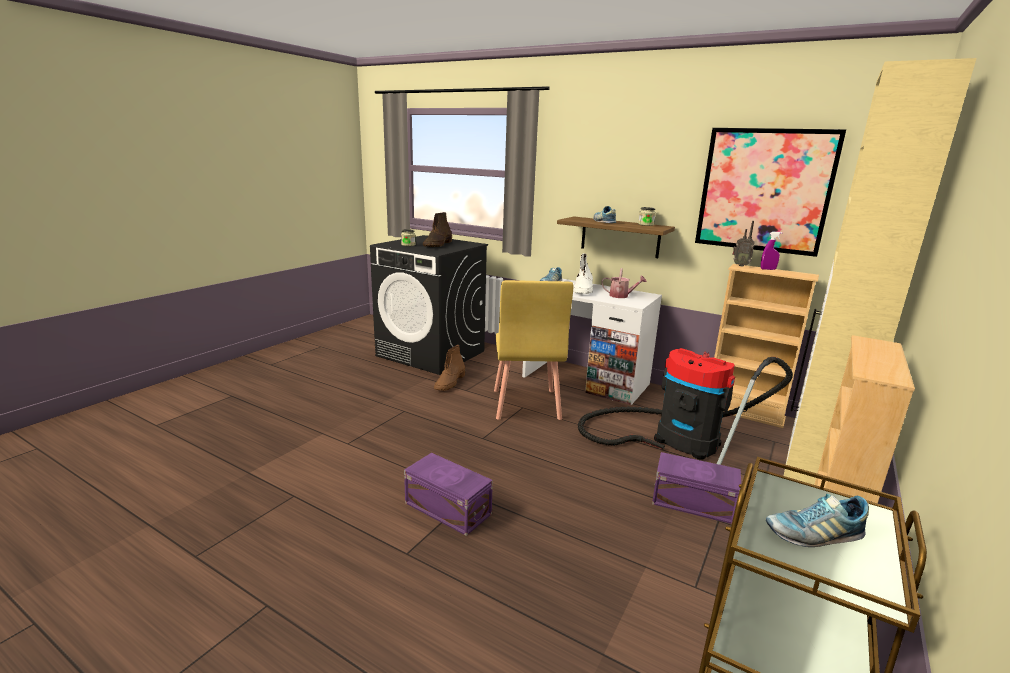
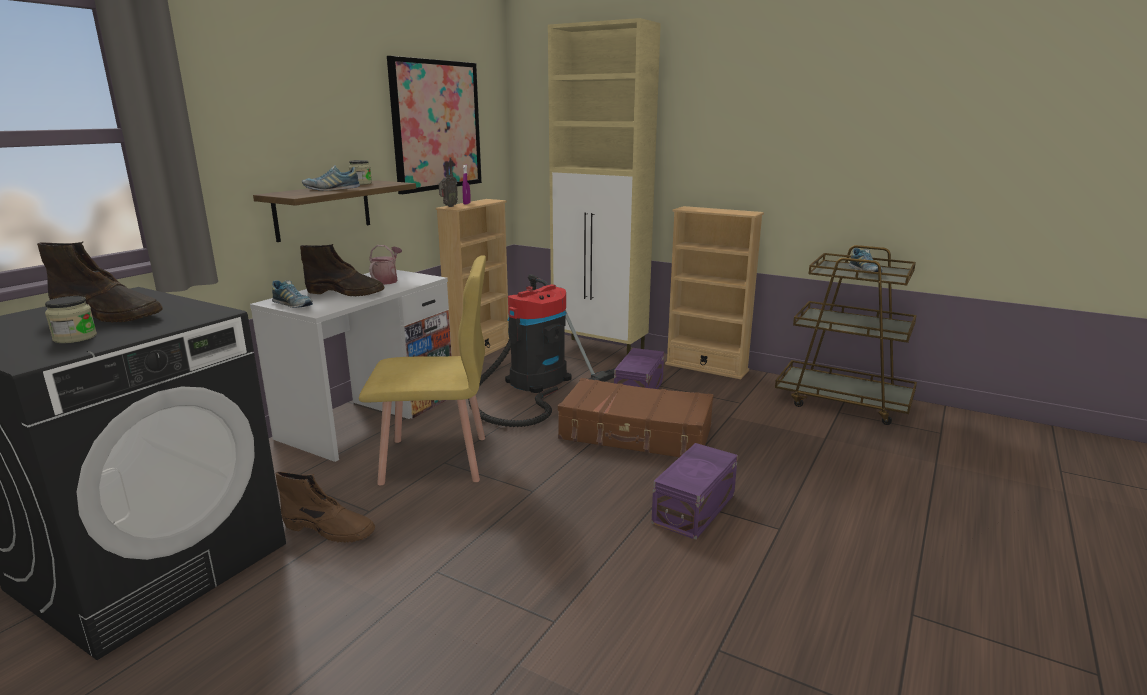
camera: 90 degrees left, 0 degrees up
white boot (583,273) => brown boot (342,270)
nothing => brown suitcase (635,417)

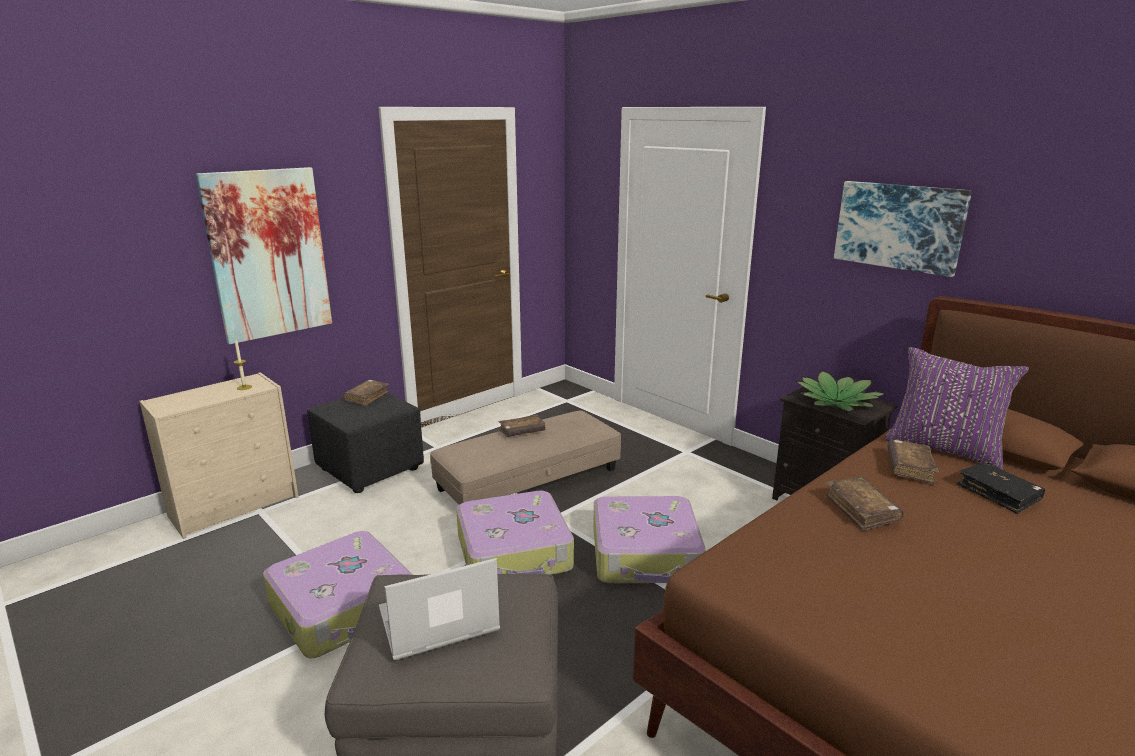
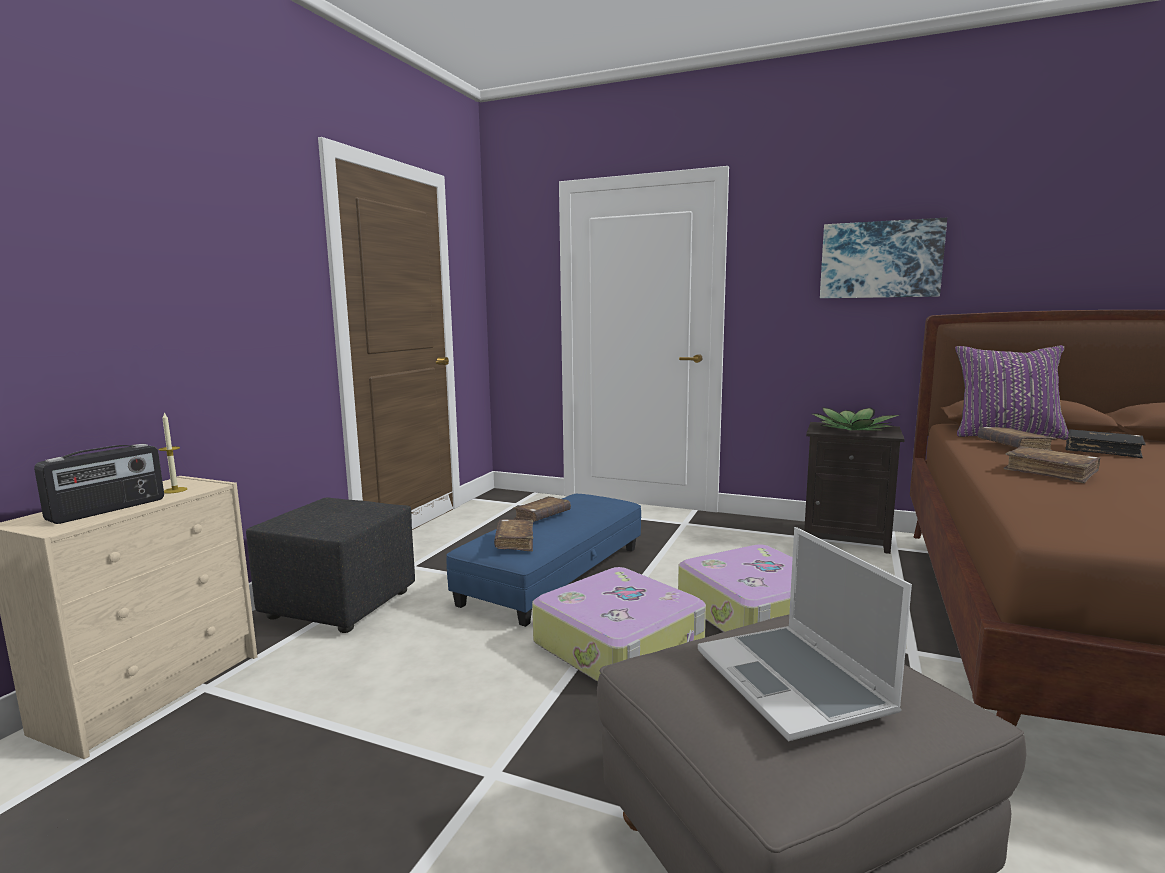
camera: 25 degrees left, 10 degrees down
picture (264,255) => nothing
brown book (366,393) => brown book (513,535), move
beige ottoman (525,458) => blue ottoman (543,560)
suitcase (337,595) => nothing
laptop (439,609) => laptop (805,634), 60 degrees counterclockwise
nothing => radio (99,484)

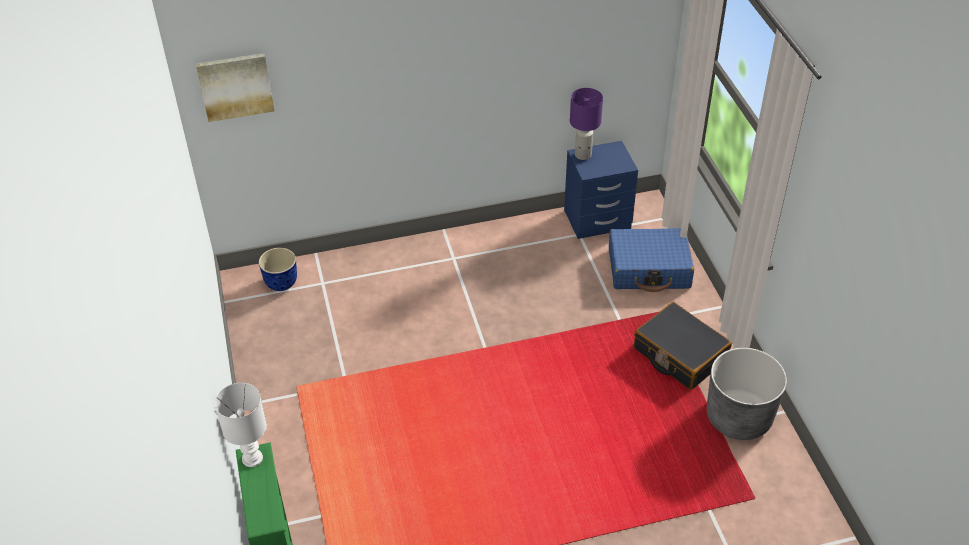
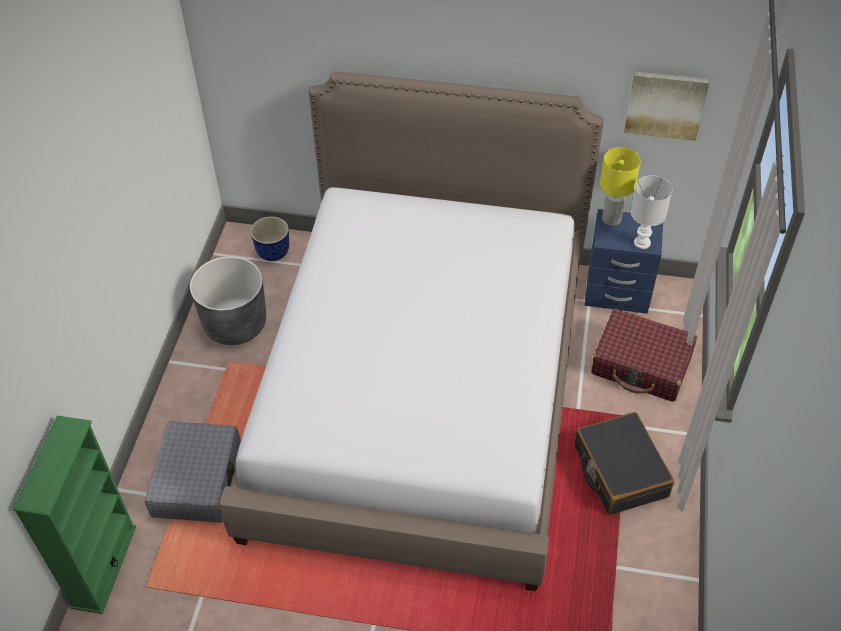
camera: 25 degrees right, 5 degrees up
picture (235,87) => picture (667,106), move
purple table lamp (586,124) => yellow table lamp (620,186)
blue suitcase (651,260) => red suitcase (644,355)
grey planter (747,394) => grey planter (228,300), move
white table lamp (241,425) => white table lamp (651,212), move
nothing => bed (412,331)
nothing => grey suitcase (193,472)

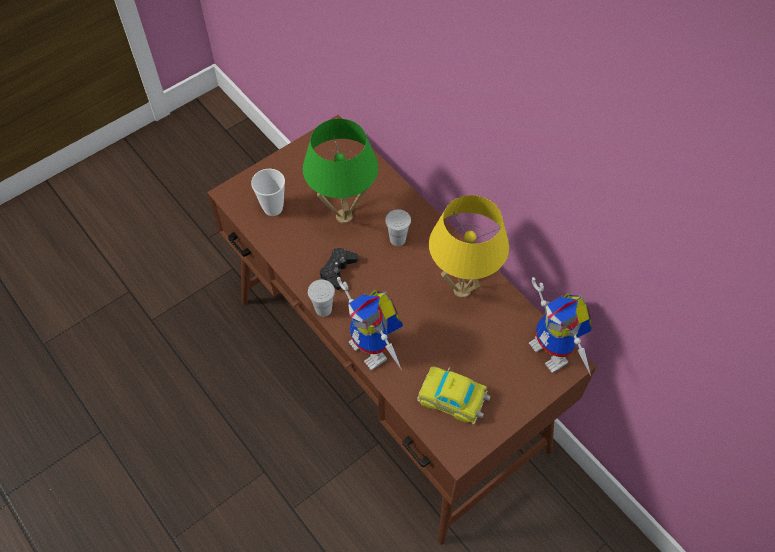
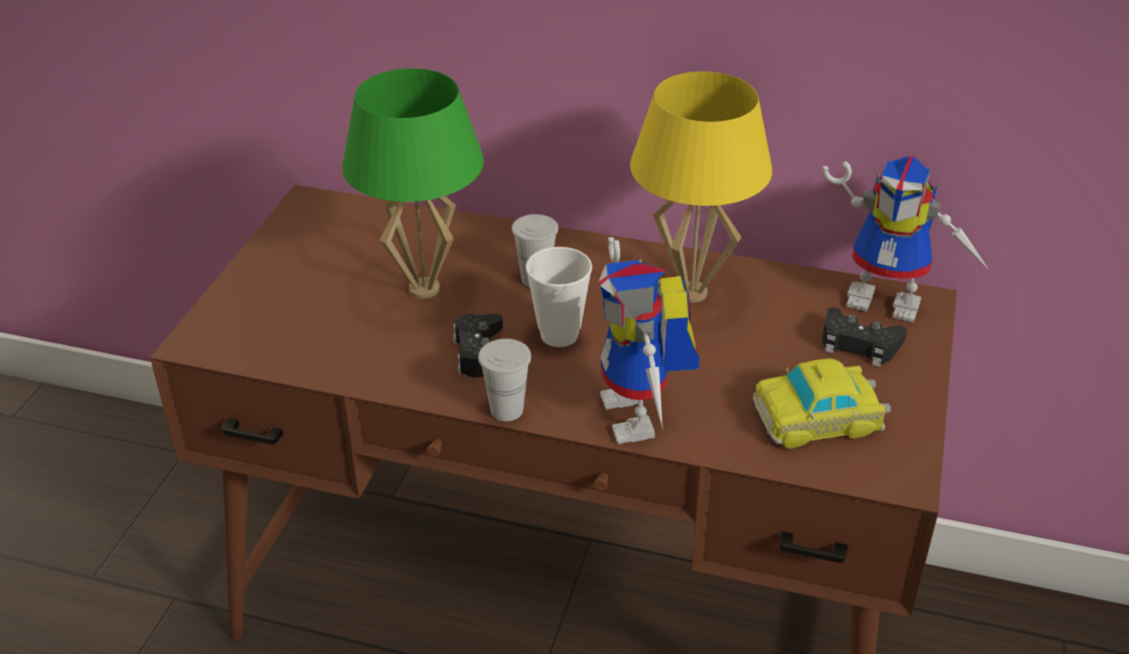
camera: 35 degrees left, 20 degrees down
cup (268,192) => cup (559,297), move
toy robot (370,324) => toy robot (649,340), 60 degrees clockwise
nothing => black game controller (864,337)

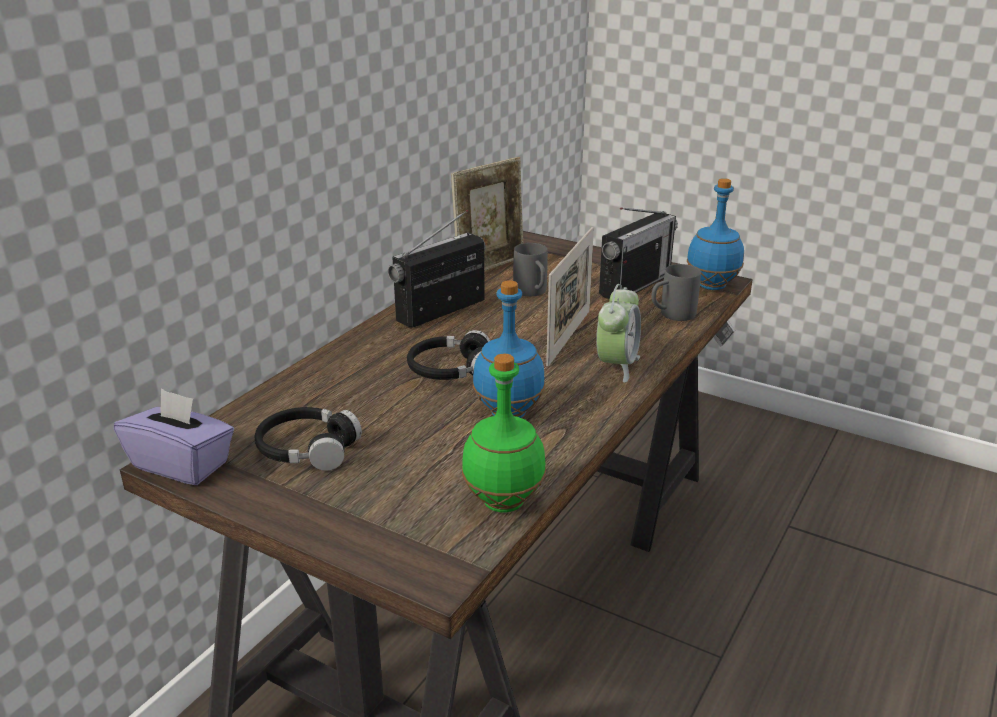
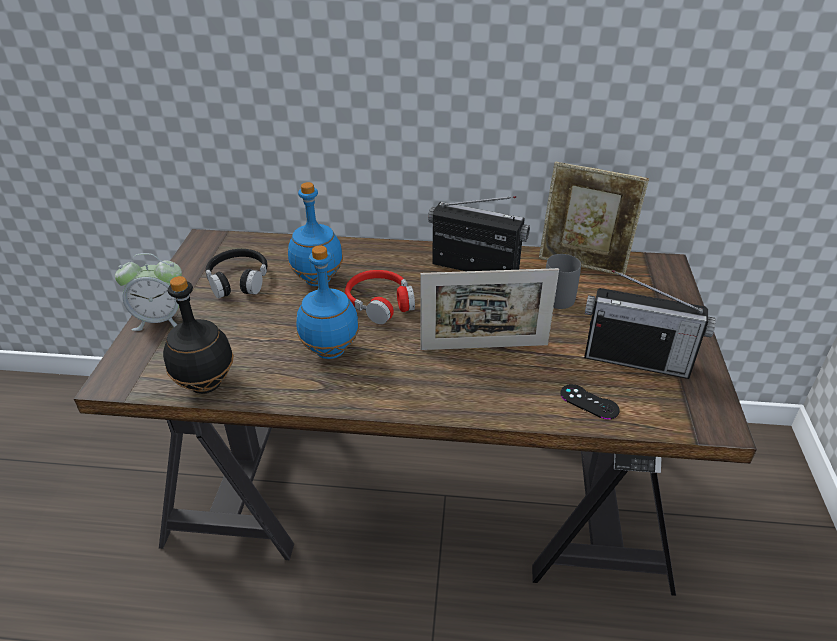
camera: 65 degrees right, 10 degrees up
blue bottle (715,234) => blue bottle (315,234), move
grey mug (676,292) => black game controller (590,401)
alarm clock (618,333) => alarm clock (148,292), move
black headphones (448,355) => red headphones (380,297)
green bottle (504,433) => black bottle (198,335)
purple tissue box (174,436) => nothing

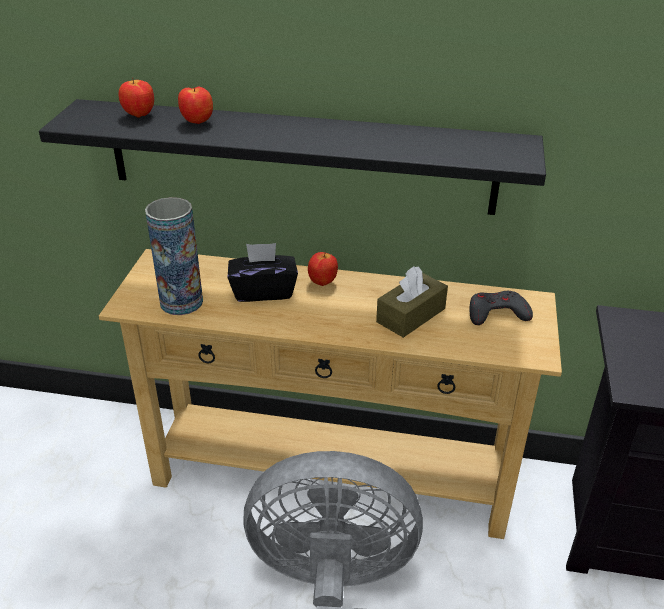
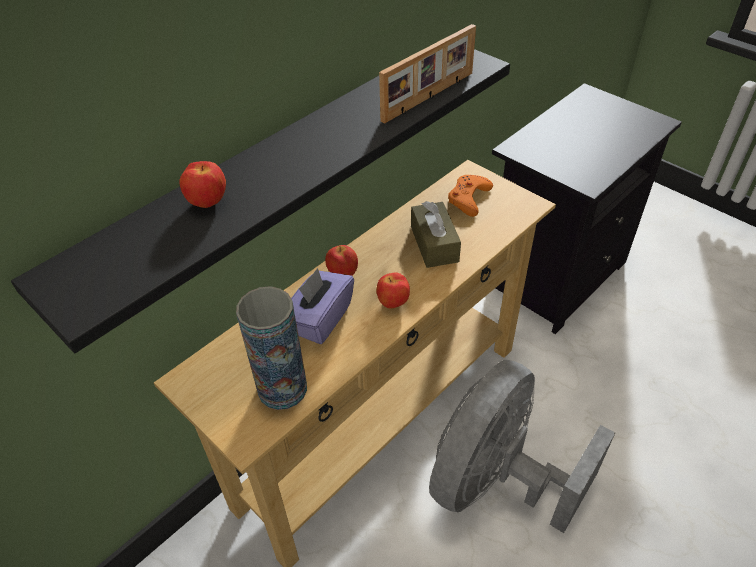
camera: 55 degrees left, 10 degrees up
apple (136,98) => apple (393,290), move
black tissue box (263,272) => purple tissue box (322,306)
grey game controller (501,308) => orange game controller (470,196)
nothing => picture frame (427,74)

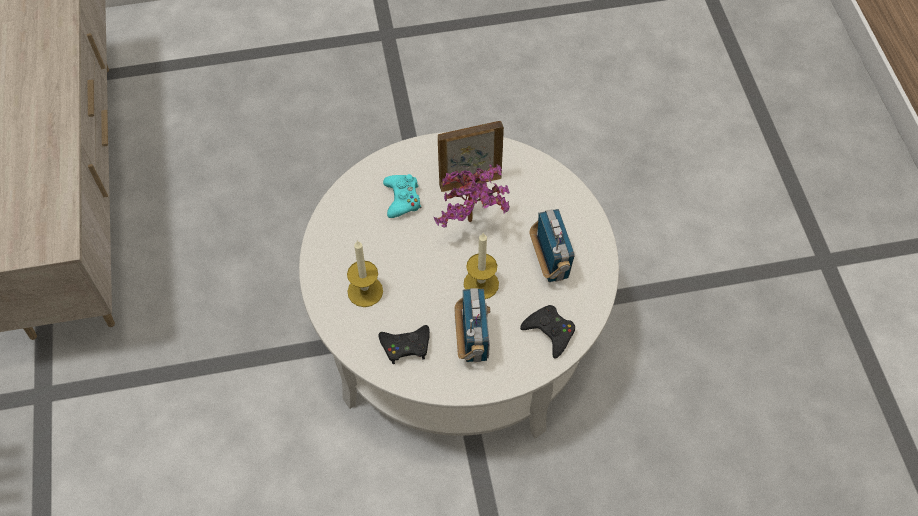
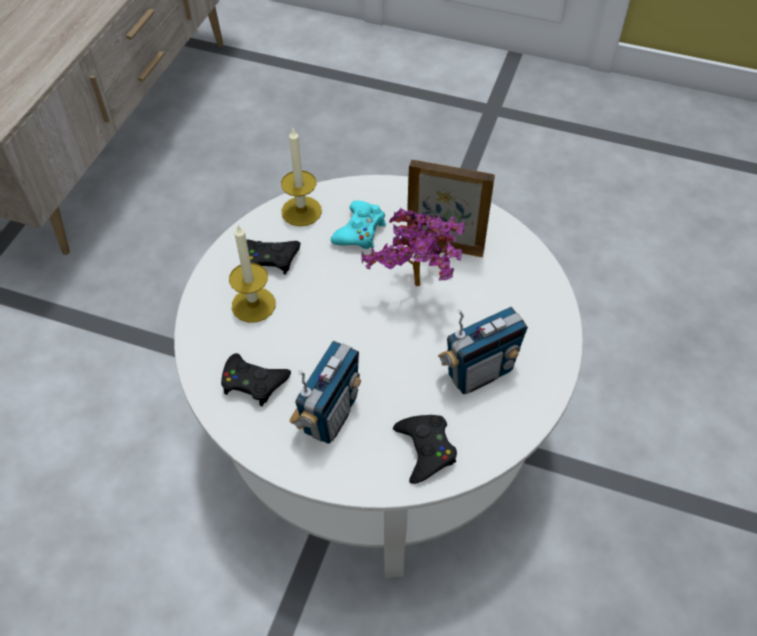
camera: 30 degrees right, 5 degrees down
radio (552,245) => radio (483,350), 45 degrees clockwise
candle (481,266) => candle (301,177), move
nothing => black game controller (273,257)

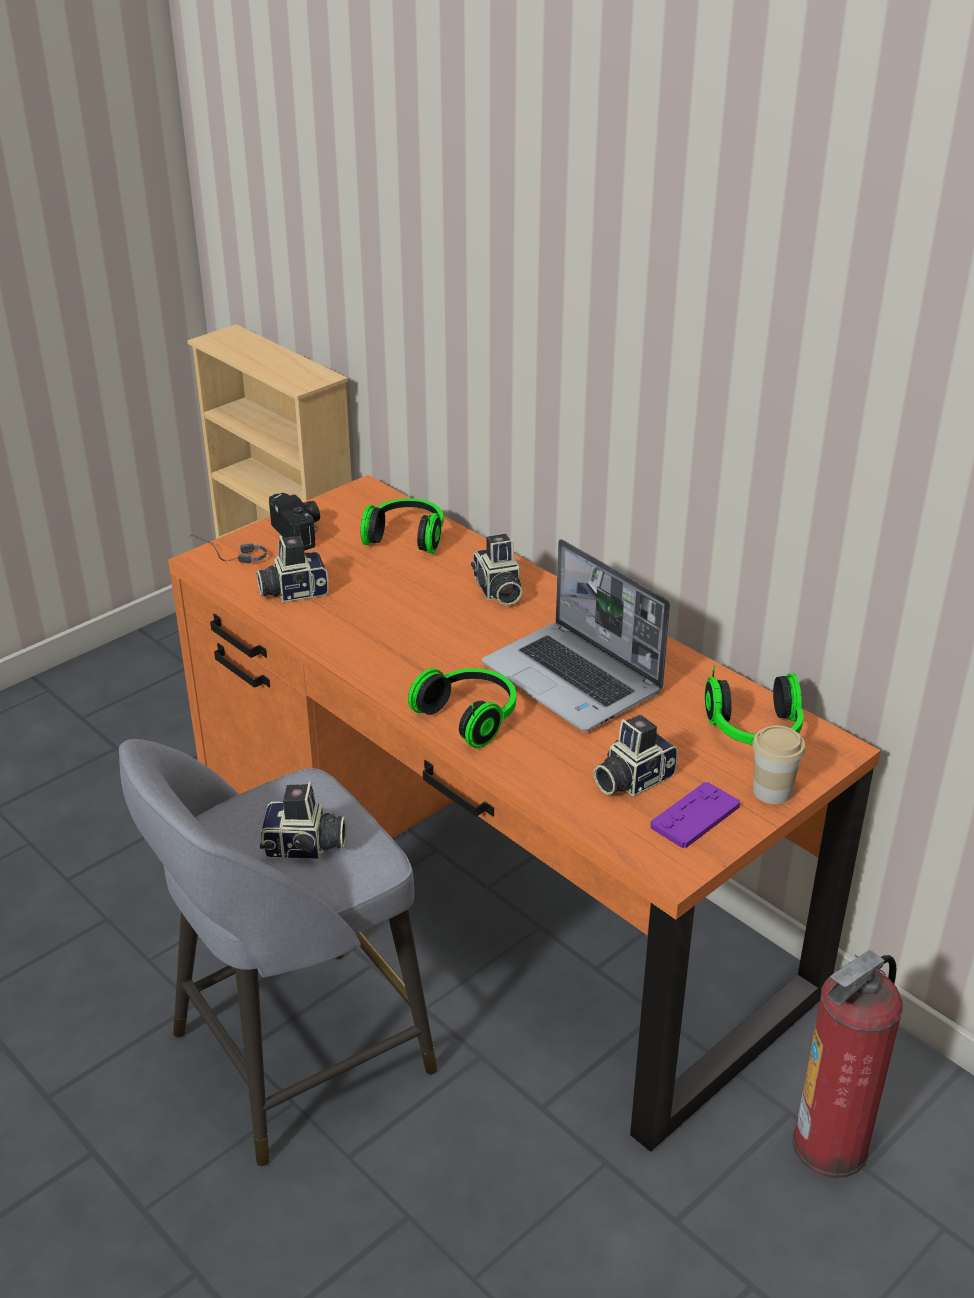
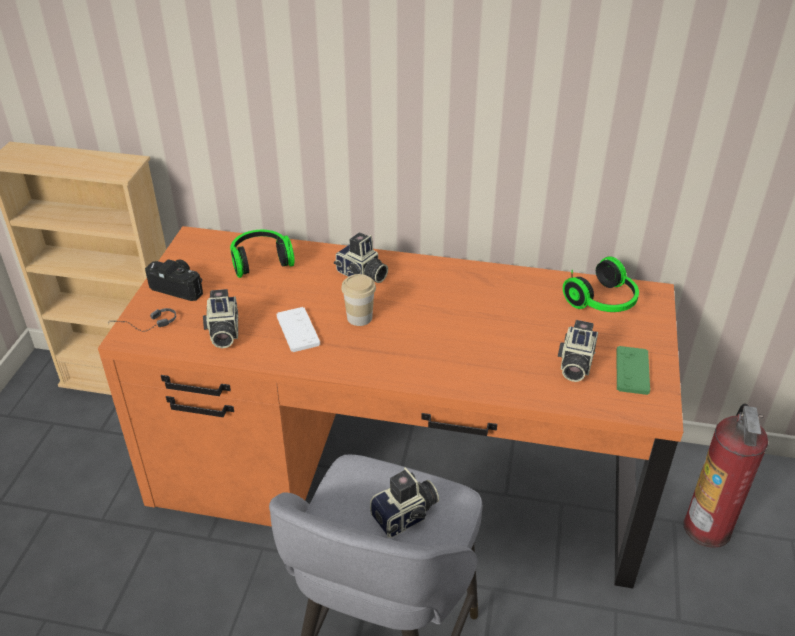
camera: 35 degrees left, 5 degrees up
photo camera (292,569) => photo camera (220,318), 45 degrees counterclockwise
laptop (575,635) => nothing
headphones (462,708) => nothing
cup (779,764) => cup (358,300), move
purple game controller (695,815) => green game controller (633,370)
nothing => white game controller (298,329)

